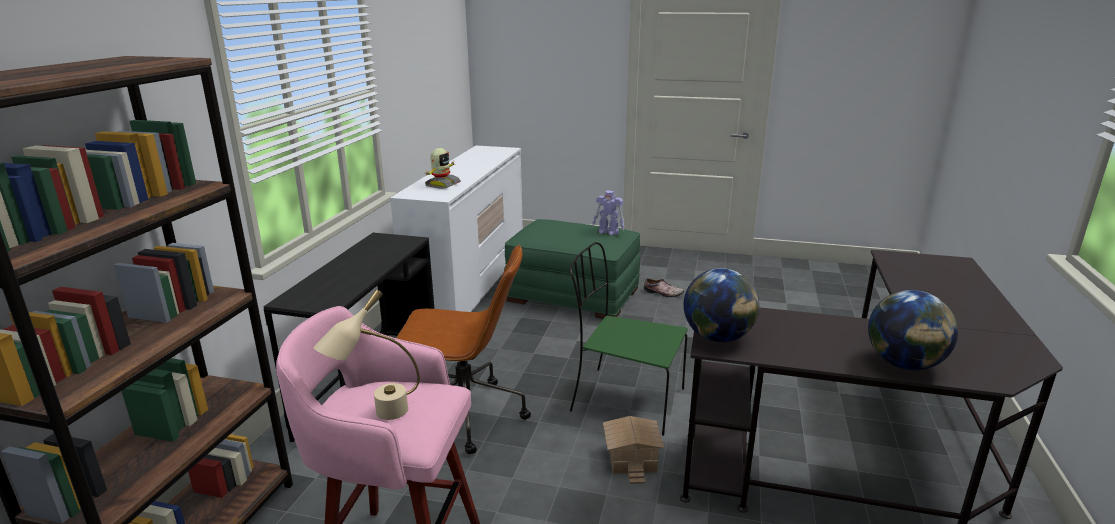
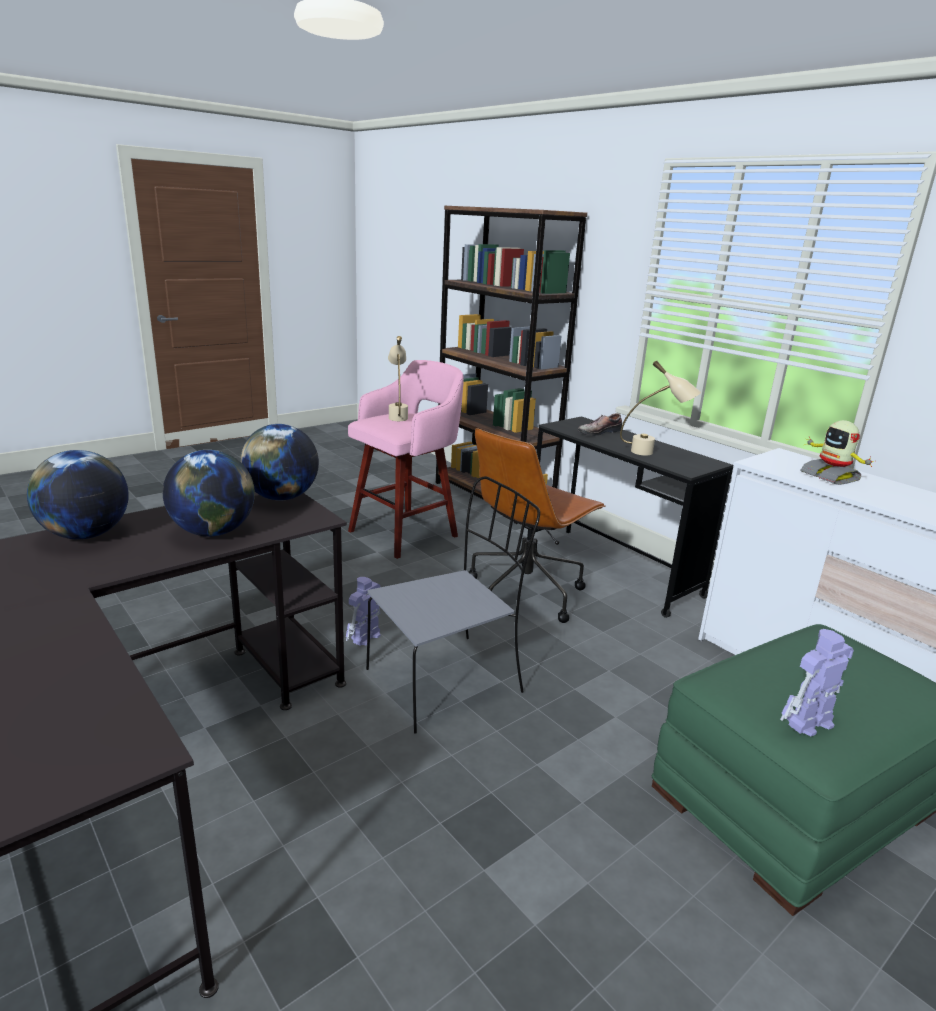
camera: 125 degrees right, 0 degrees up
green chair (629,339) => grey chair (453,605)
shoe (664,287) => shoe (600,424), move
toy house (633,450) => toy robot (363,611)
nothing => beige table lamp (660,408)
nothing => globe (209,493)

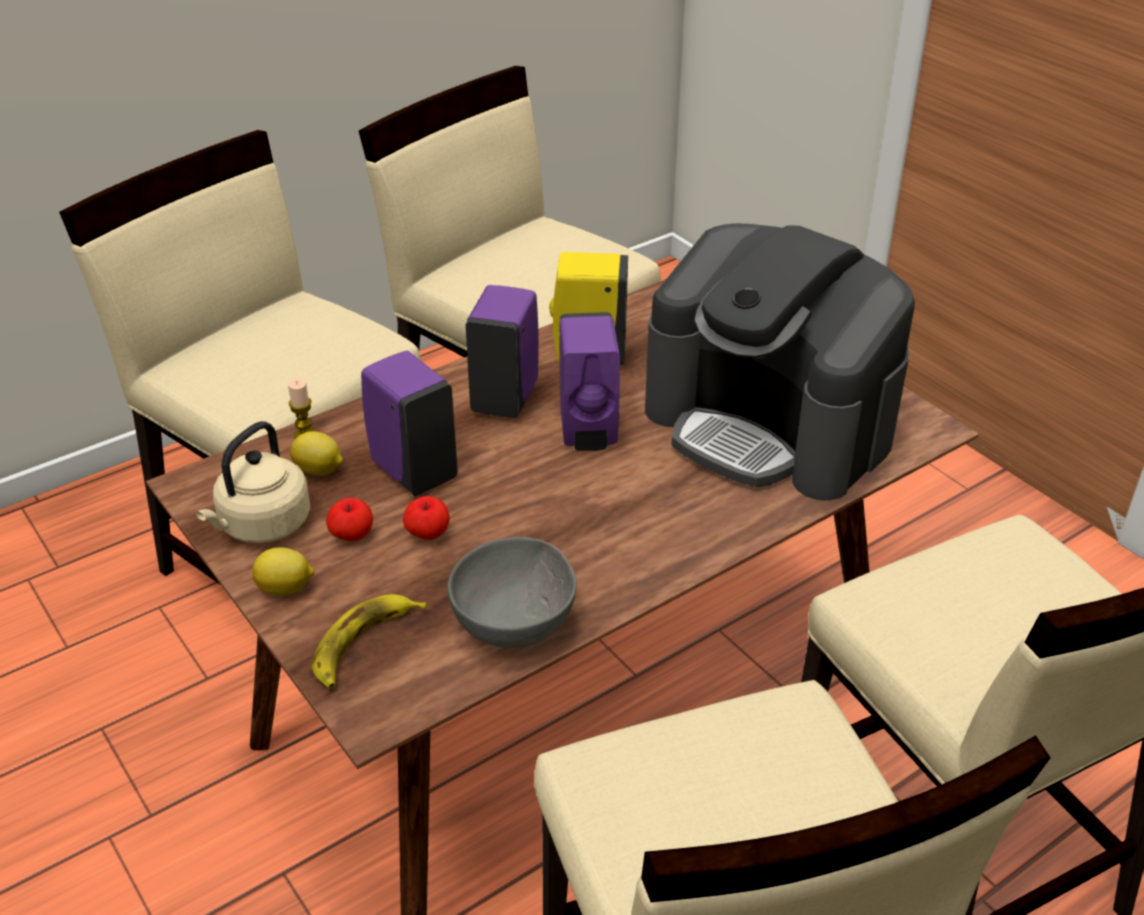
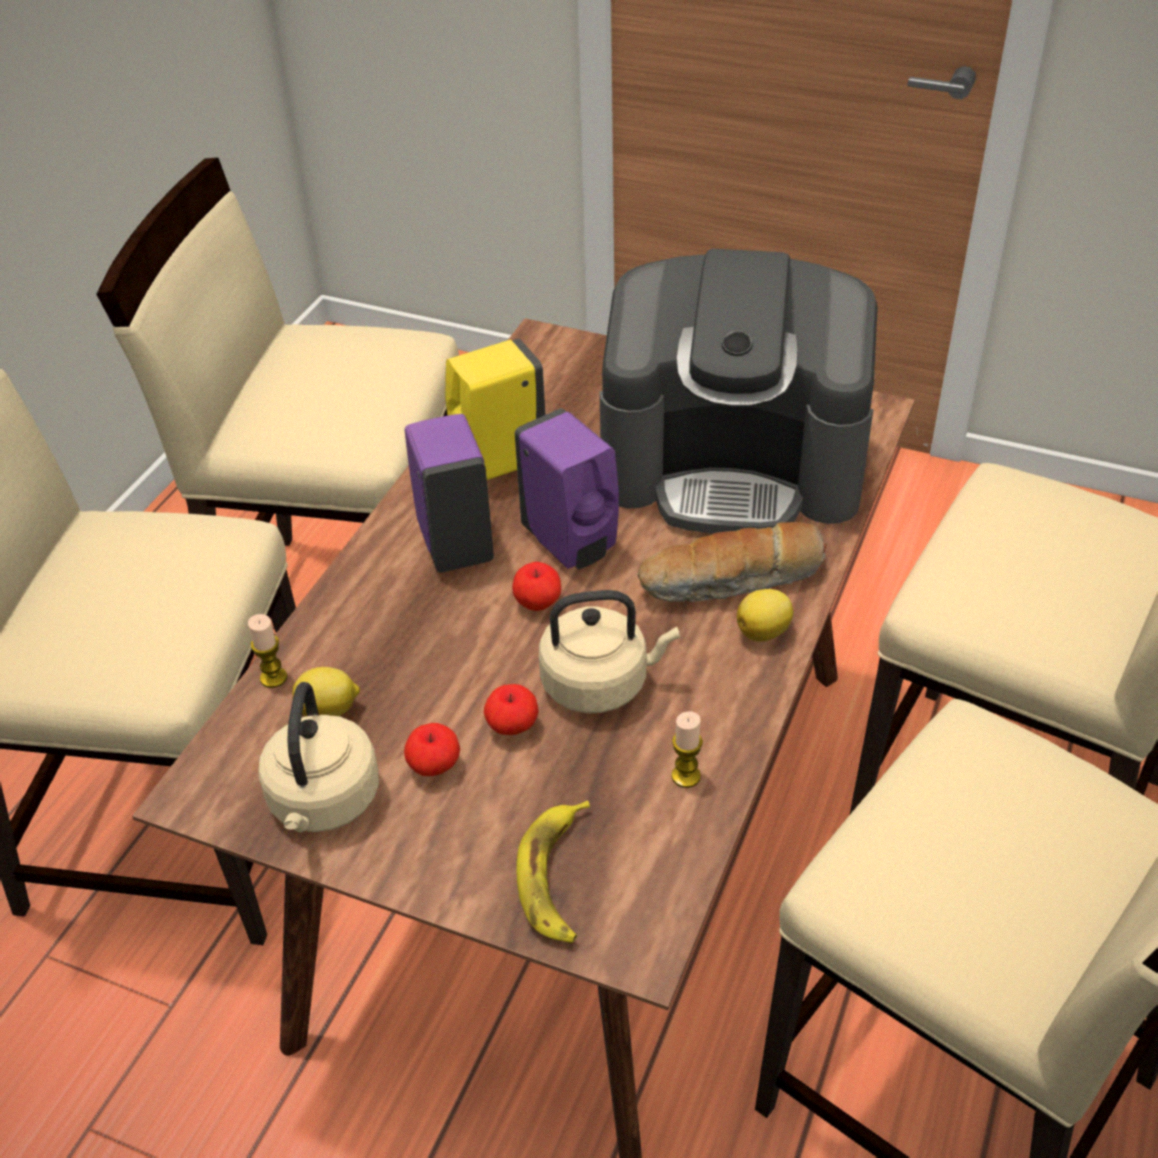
camera: 30 degrees left, 5 degrees up
purple soap dispenser (409,423) => nothing
grey bowl (512,592) => candle (687,749)
lemon (283,571) => lemon (765,615), move
nothing => bread (732,562)
nothing => apple (536,586)
nothing => beige kettle (609,651)

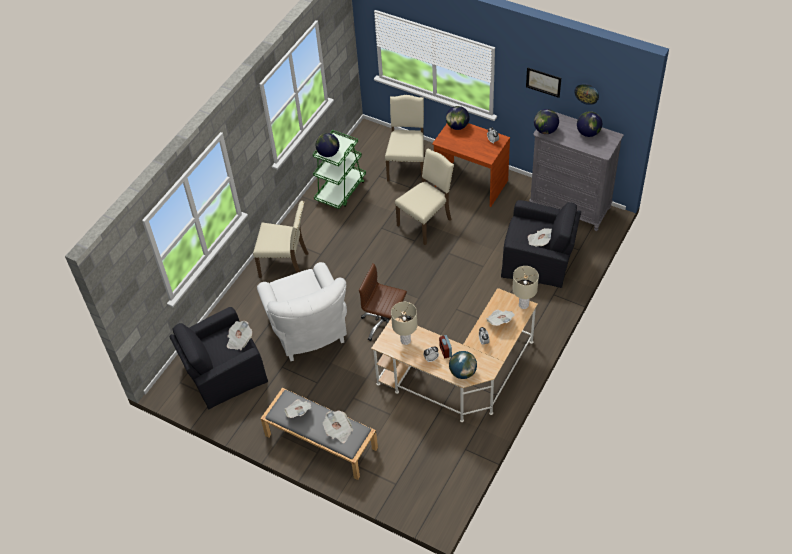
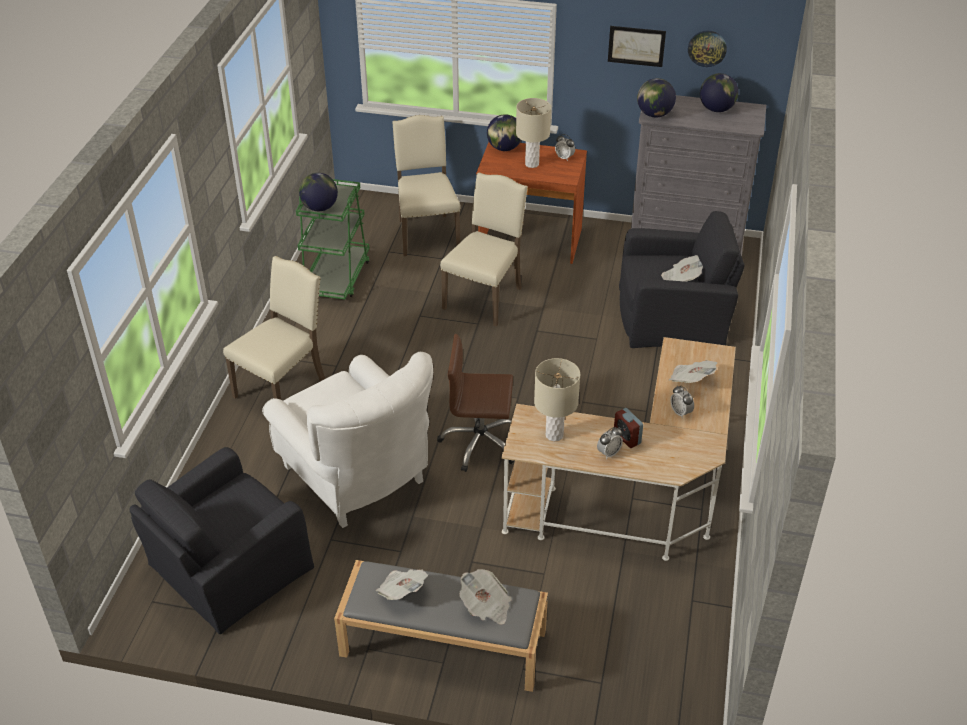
camera: 20 degrees left, 10 degrees down
beige chair (280,239) => beige chair (274,328), 45 degrees counterclockwise
beige table lamp (525,287) => beige table lamp (533,133), move
newspaper (239,335) => nothing
globe (463,365) => nothing

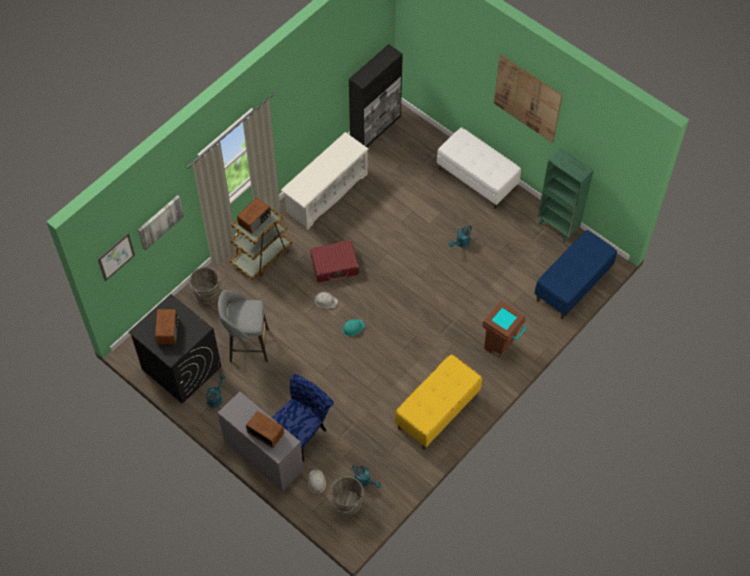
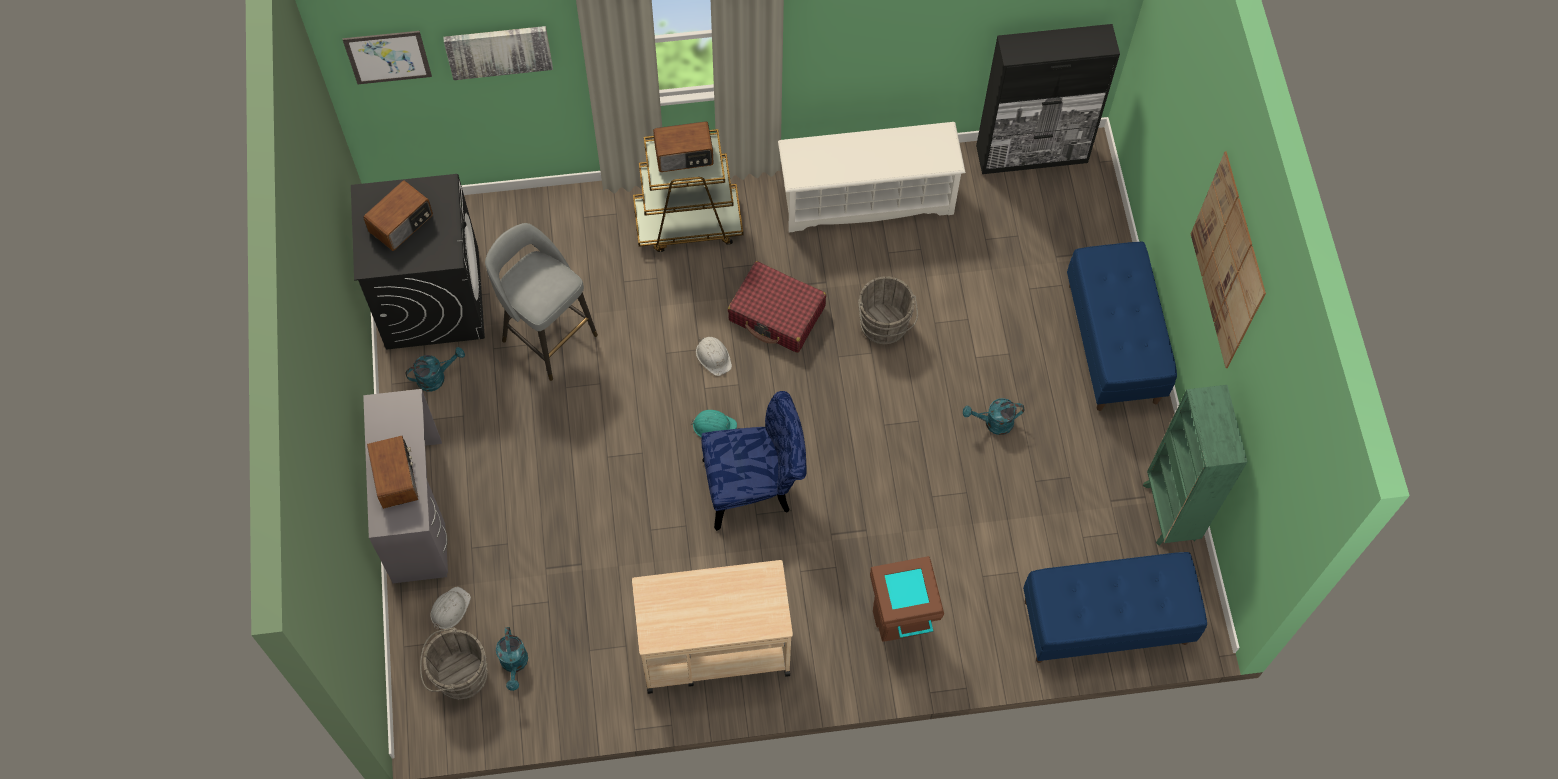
camera: 40 degrees right, 5 degrees up
white bench (479,168) => blue bench (1122,326)
grey bucket (206,285) => grey bucket (888,310), move
yellow bench (438,402) => beige cart (712,627)
blue chair (303,417) => blue chair (754,461), move

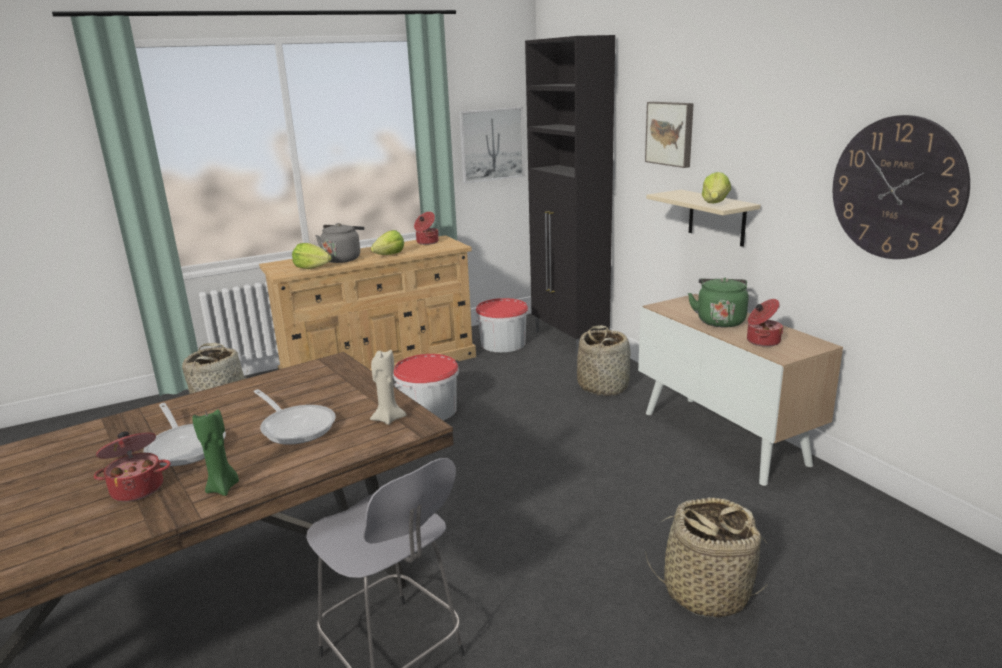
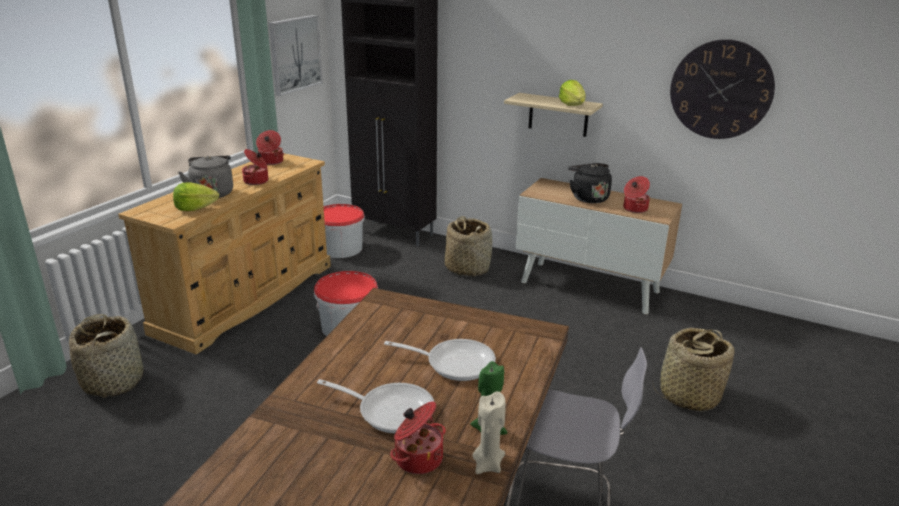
camera: 35 degrees left, 5 degrees up
picture (669,135) => nothing
lettuce (387,242) => cooking pot (255,167)
green kettle (718,302) => black kettle (590,183)
beige candle (388,387) => beige candle (489,432), move

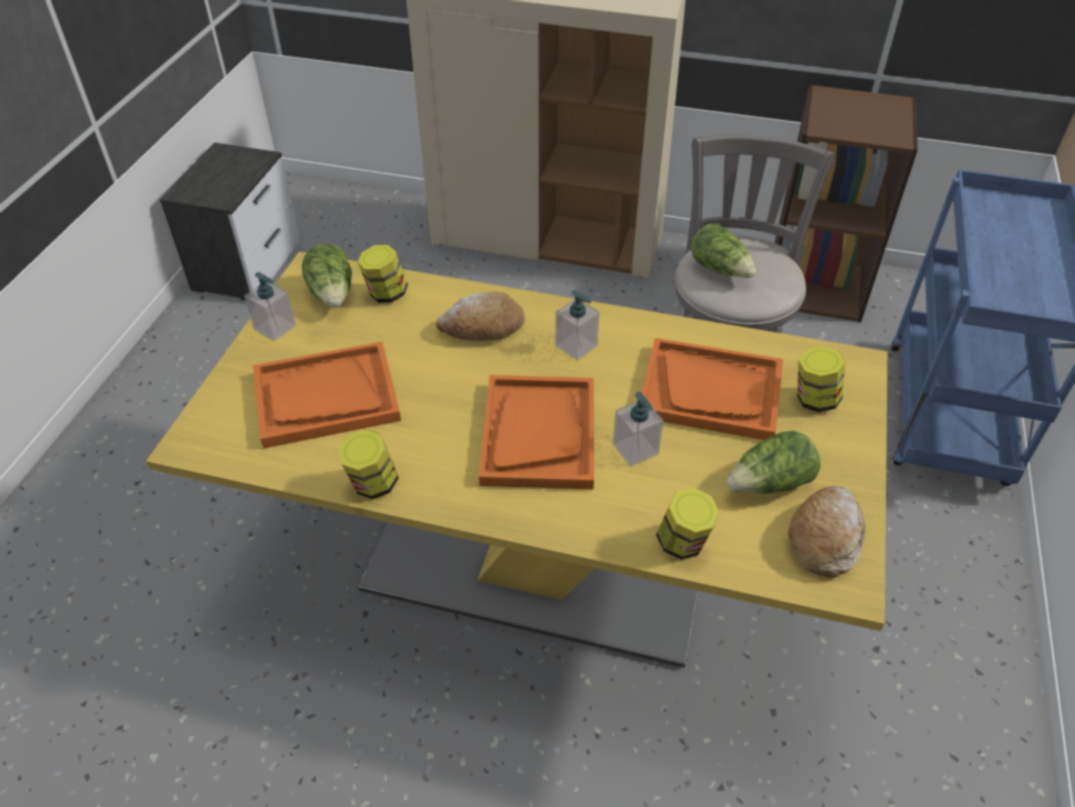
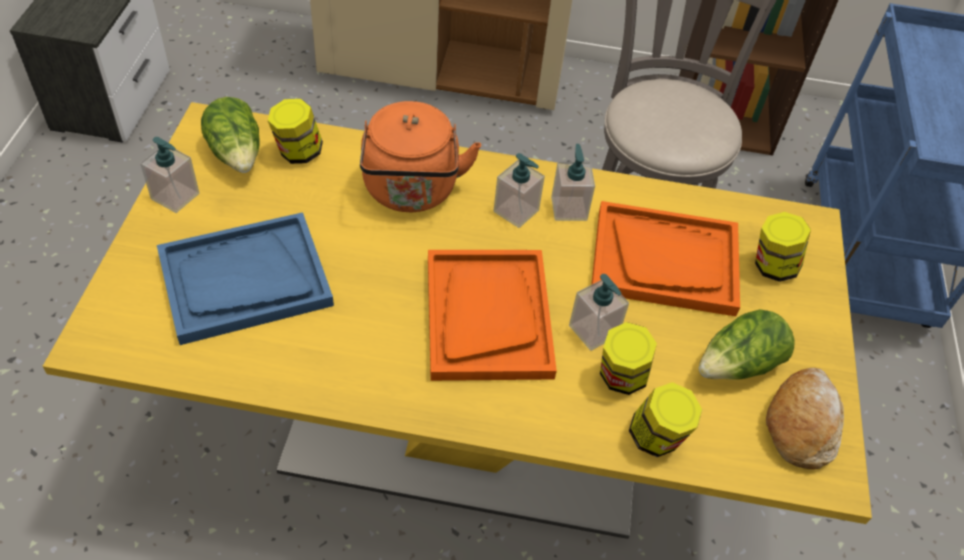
camera: 10 degrees left, 5 degrees up
lettuce (723,250) => nothing
bread (480,316) => orange kettle (420,156)
orange tray (327,395) => blue tray (245,278)
jar (368,464) => jar (628,358), move
nothing => soap dispenser (573,182)

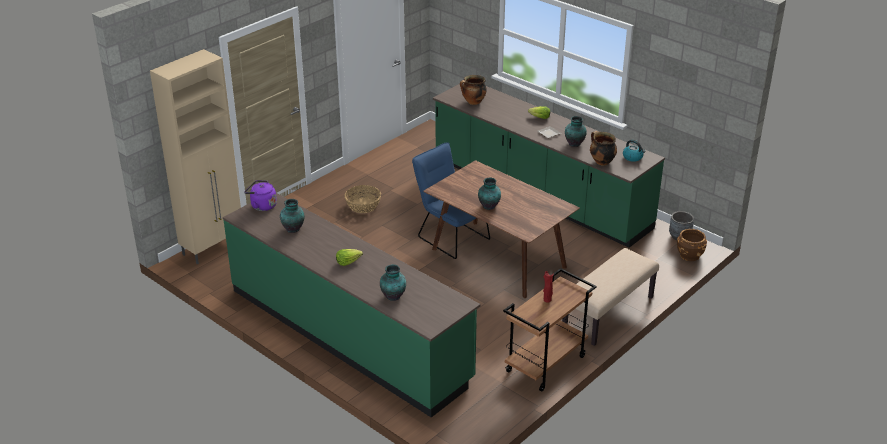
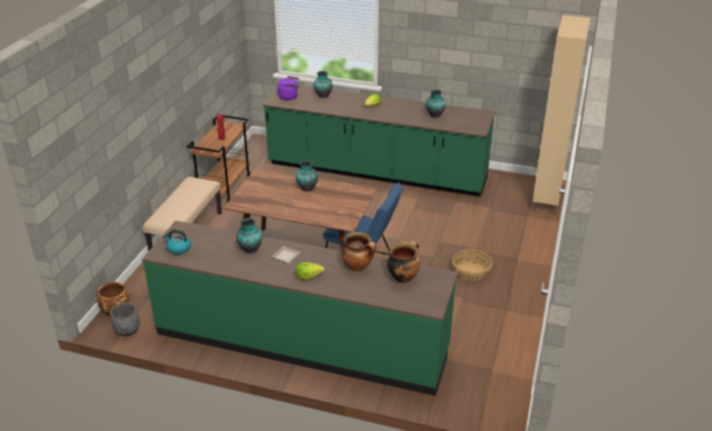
camera: 155 degrees right, 0 degrees up
cooking pot (603,148) => cooking pot (358,251), move
purple kettle (260,195) => purple kettle (288,88), move

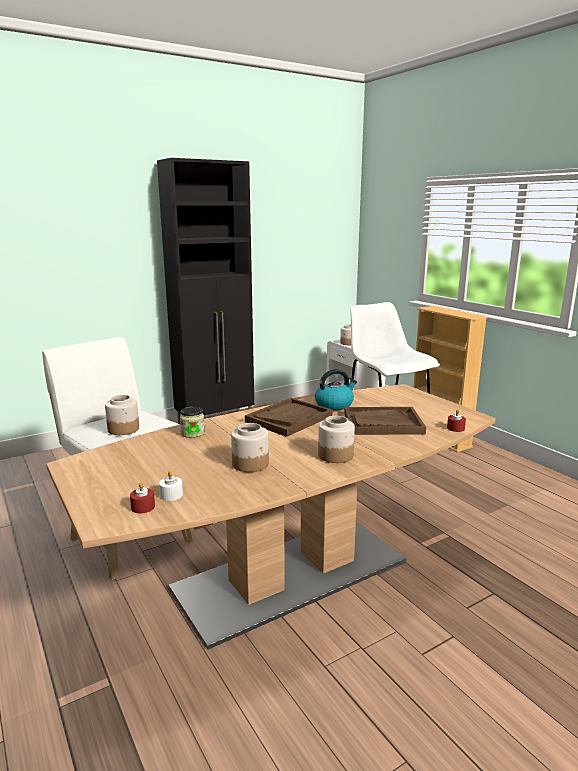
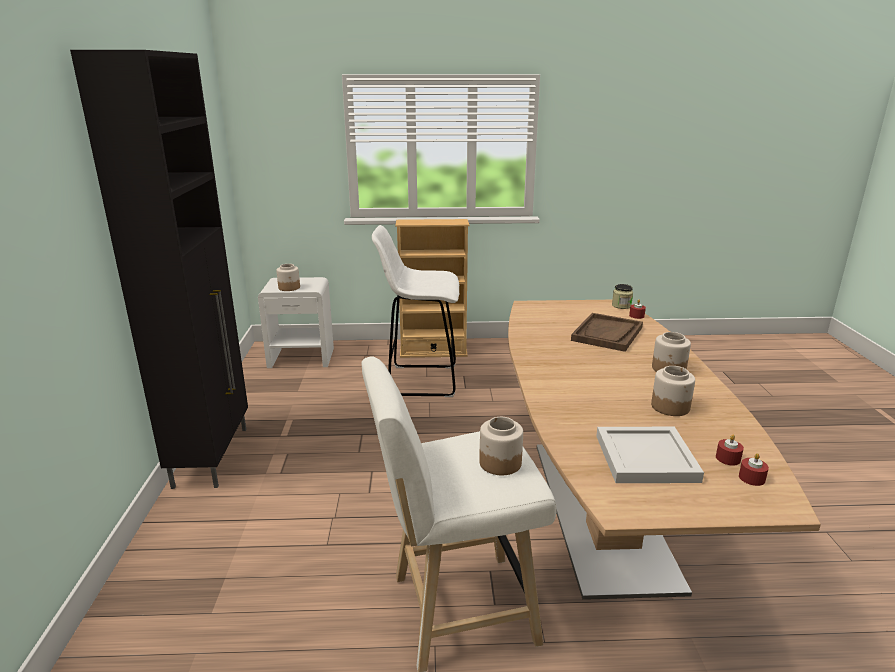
camera: 60 degrees left, 5 degrees up
kettle (336,389) => nothing
brown tray (288,417) => nothing
jar (192,422) => jar (622,296), move
white candle (171,486) => red candle (730,450)
nothing => white tray (650,455)

